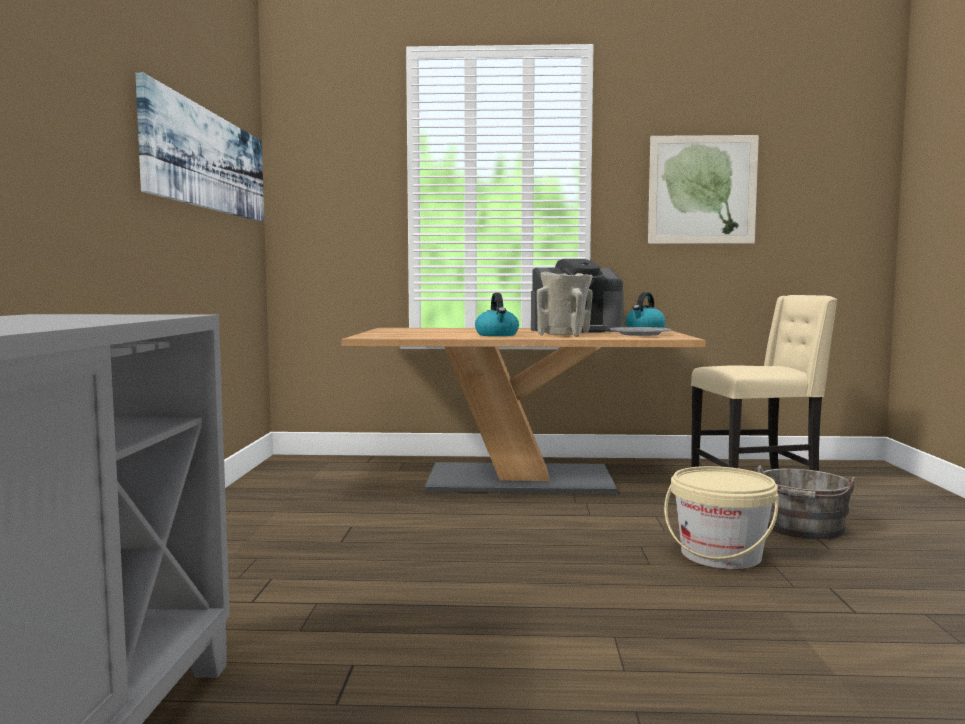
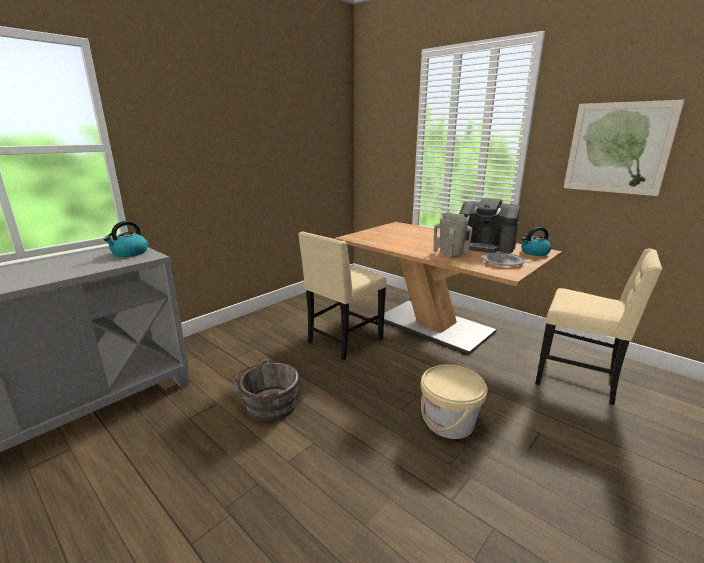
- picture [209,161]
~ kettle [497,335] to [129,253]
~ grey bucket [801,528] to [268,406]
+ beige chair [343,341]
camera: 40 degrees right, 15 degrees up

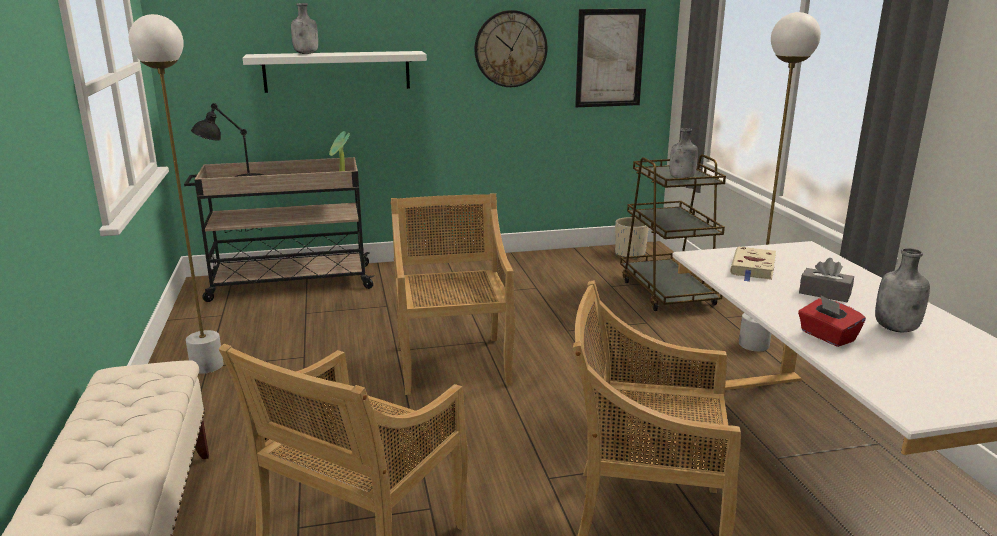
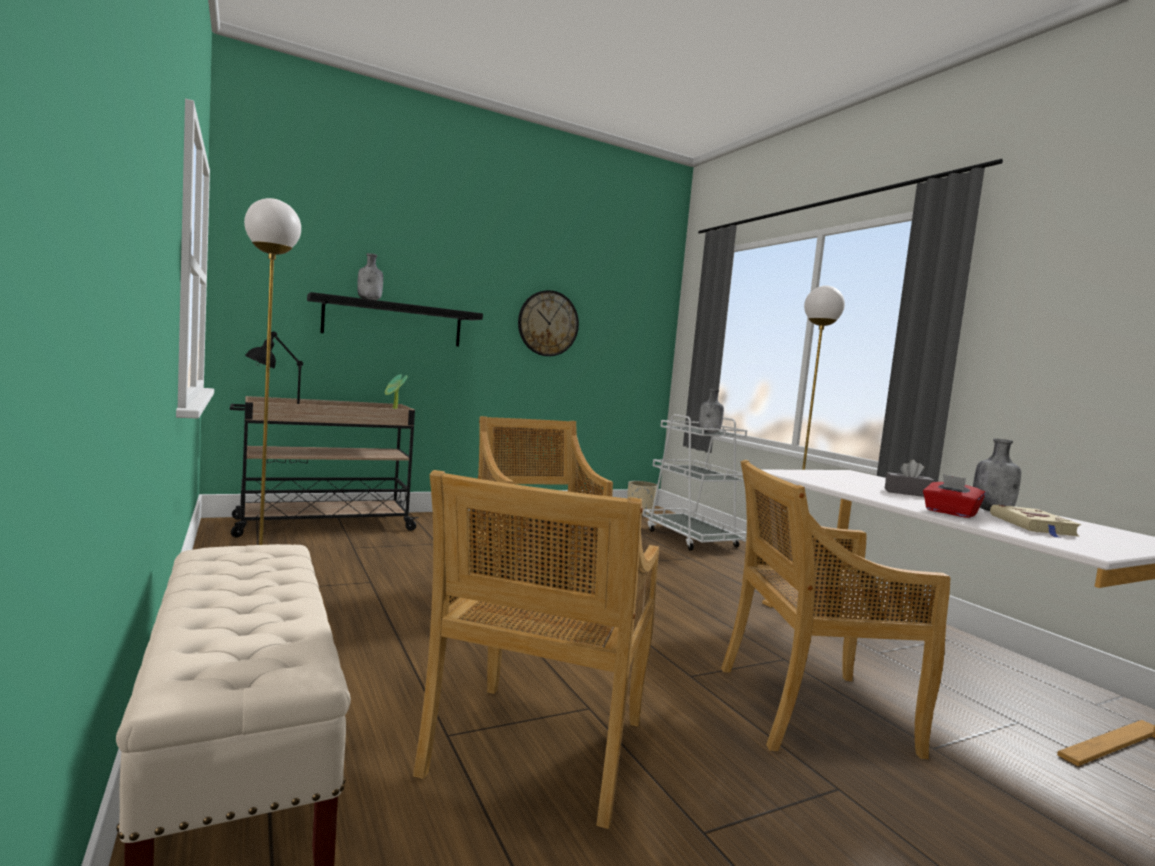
~ white shelf [337,71] to black shelf [393,322]
- picture [609,58]
~ brown cart [667,292] to white cart [691,538]
~ beige book [753,268] to [1034,526]
camera: 15 degrees left, 15 degrees down

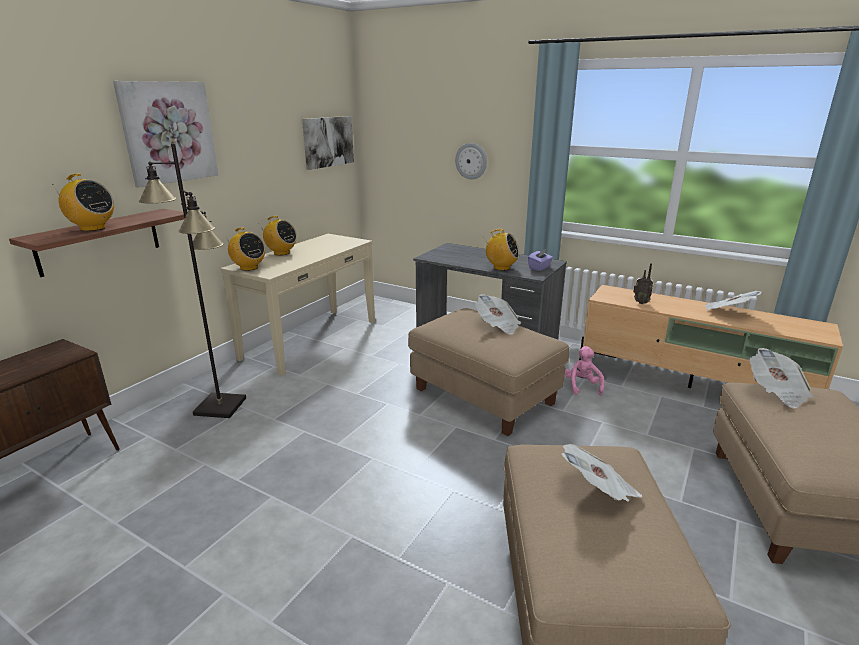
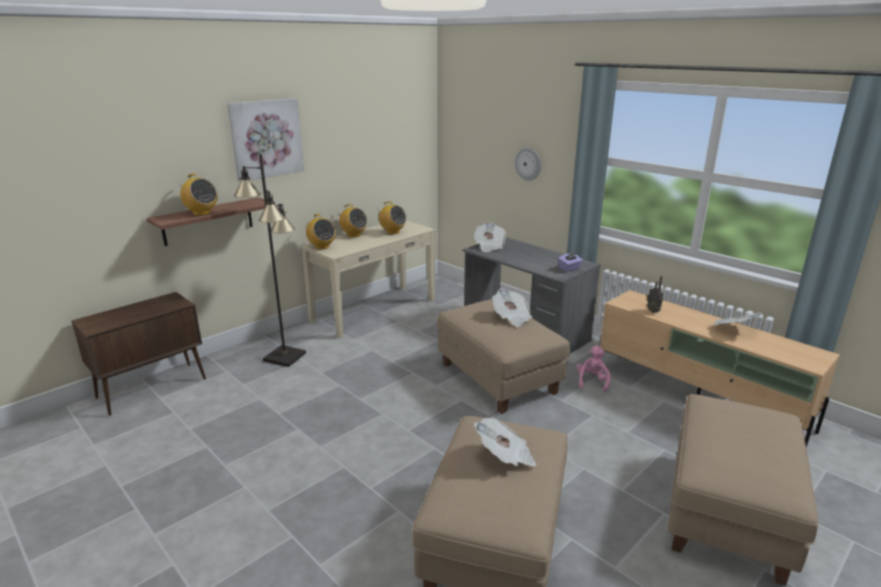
- picture [328,141]
~ radio [501,268] to [392,232]
~ newspaper [776,392] to [489,246]
camera: 15 degrees right, 0 degrees up

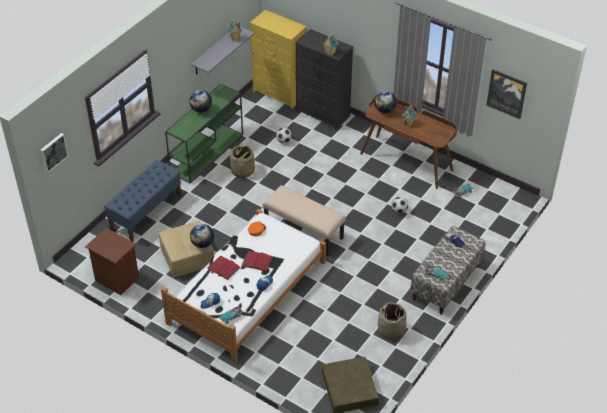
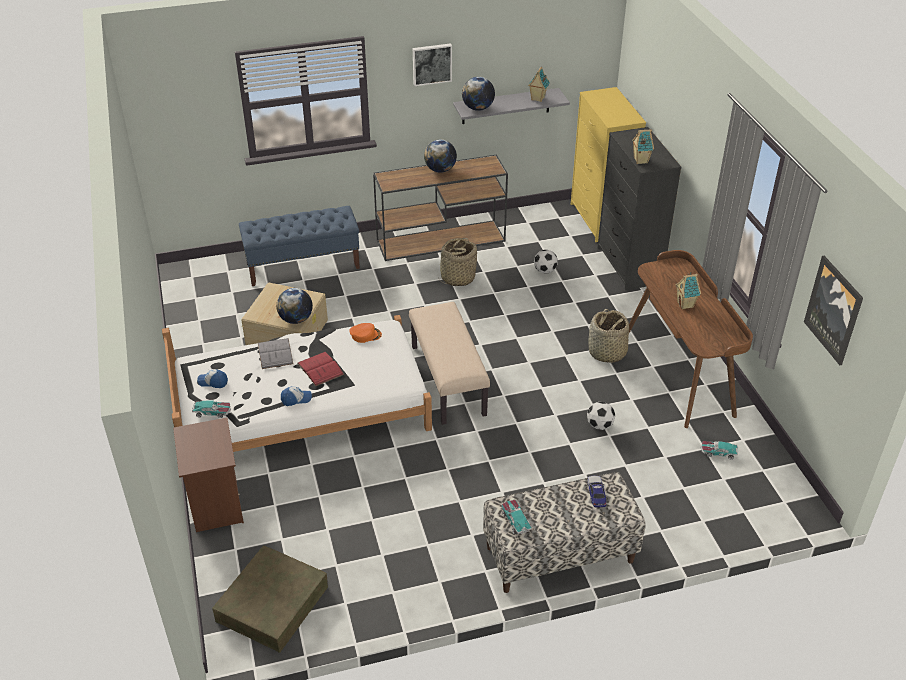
~ picture [53,152] to [431,64]
~ brown nightstand [116,280] to [215,506]
~ green console table [207,153] to brown console table [442,240]
~ red book [223,267] to grey book [275,353]
~ globe [385,110] to [478,108]
~ basket [391,330] to [607,352]
camera: 40 degrees right, 5 degrees down

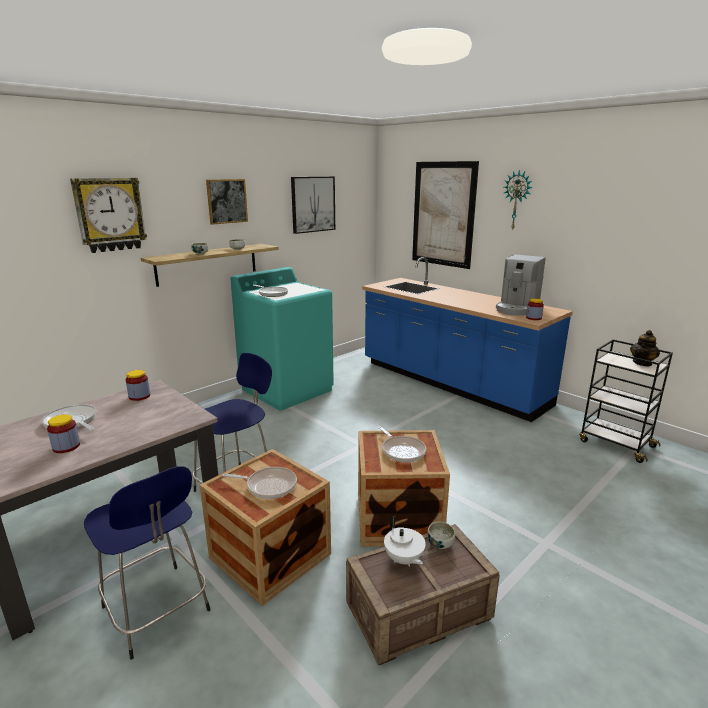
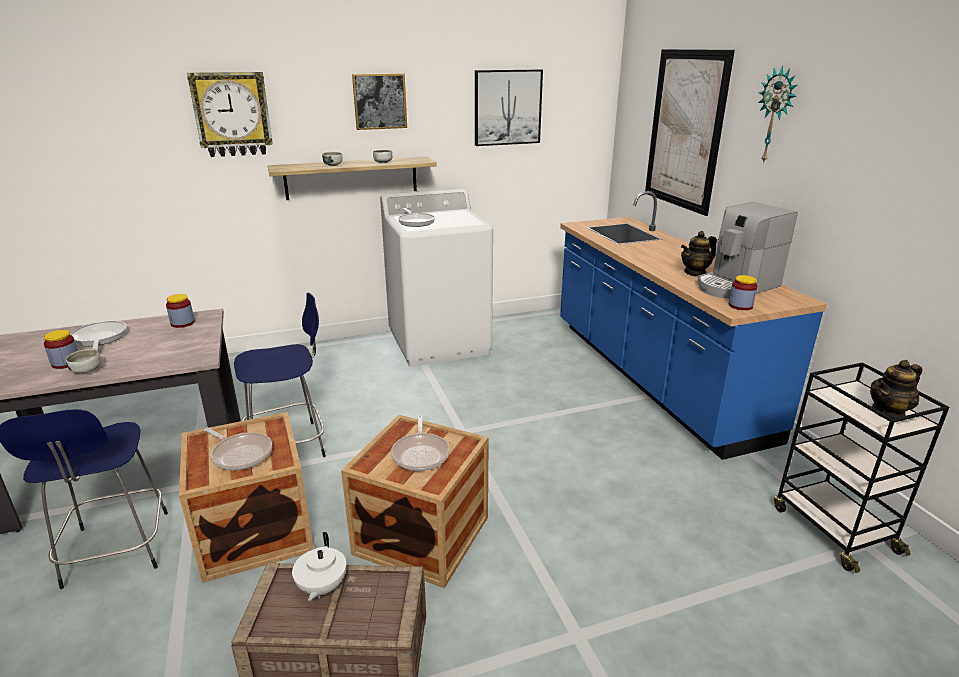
~ turquoise washing machine [287,389] to white washing machine [439,342]
~ bowl [440,543] to [86,370]
+ teapot [695,273]
camera: 25 degrees right, 5 degrees up

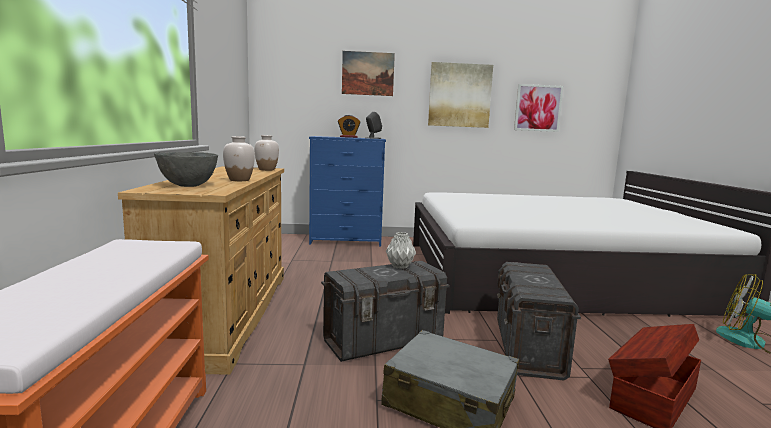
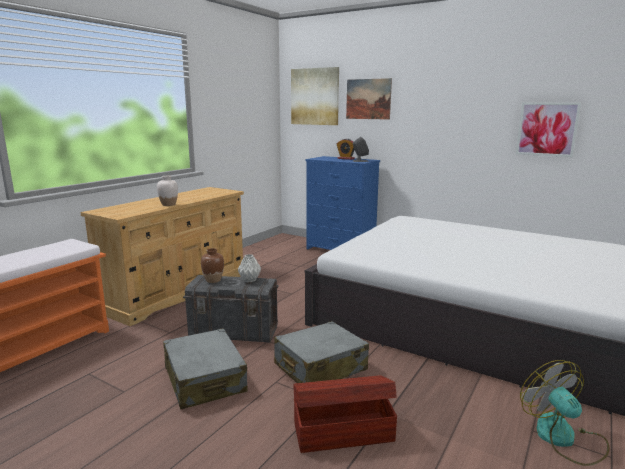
- grey bowl [188,186]
- white vase [267,170]
~ picture [459,95] to [315,96]
~ grey storage box [528,348] to grey suitcase [320,367]
+ brown vase [213,280]
camera: 35 degrees right, 5 degrees up

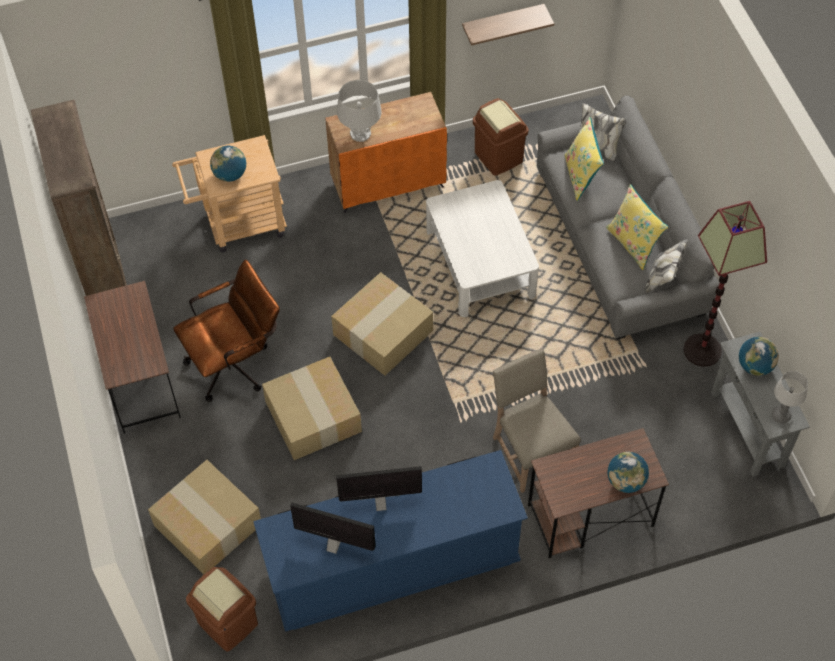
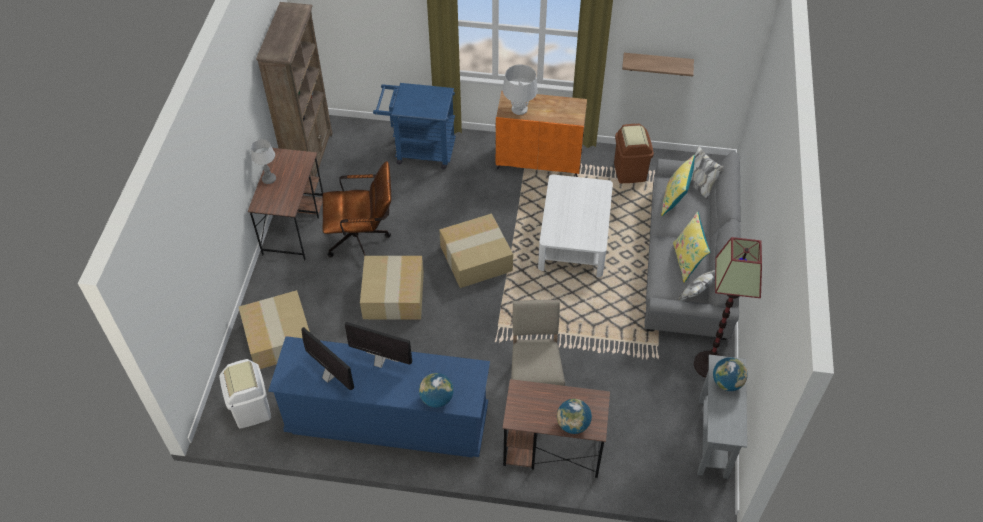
~ beige cart [238,225] to blue cart [419,150]
~ brown trash can [228,622] to white trash can [252,409]
~ globe [230,175] to [436,399]
~ table lamp [780,415] to [269,179]
camera: 25 degrees right, 5 degrees down

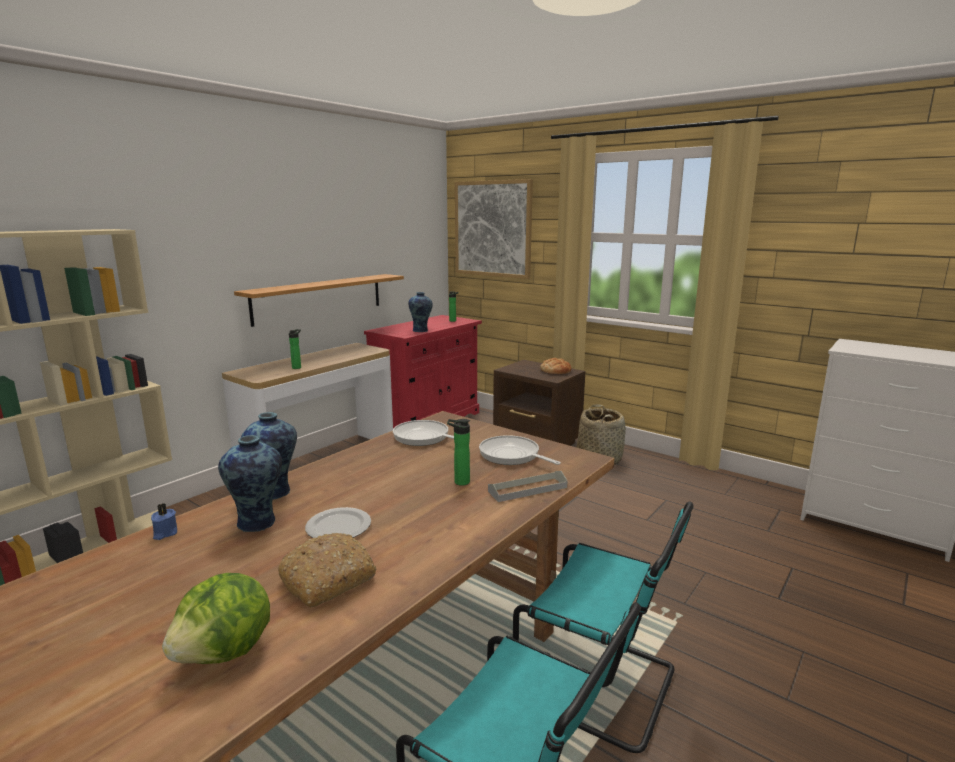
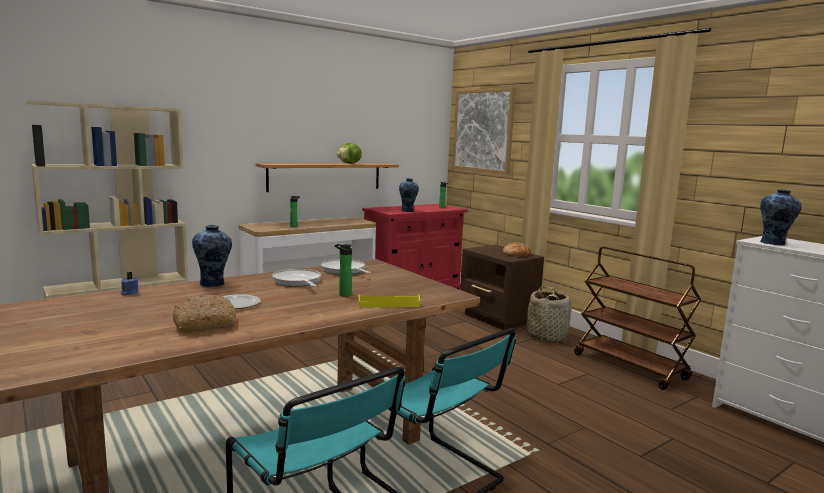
~ lettuce [226,652] to [349,163]
~ vase [257,523] to [774,243]
~ frying pan [512,455] to [297,282]
~ grey tray [527,489] to yellow tray [388,304]
+ brown cart [630,367]
camera: 15 degrees right, 5 degrees down

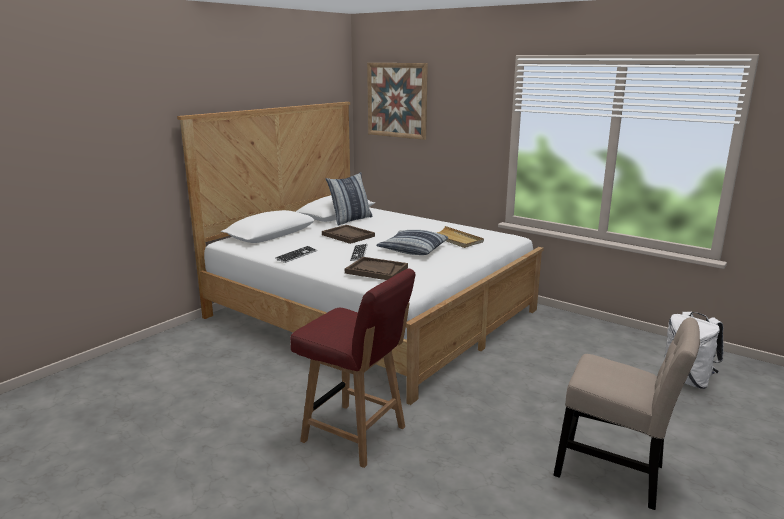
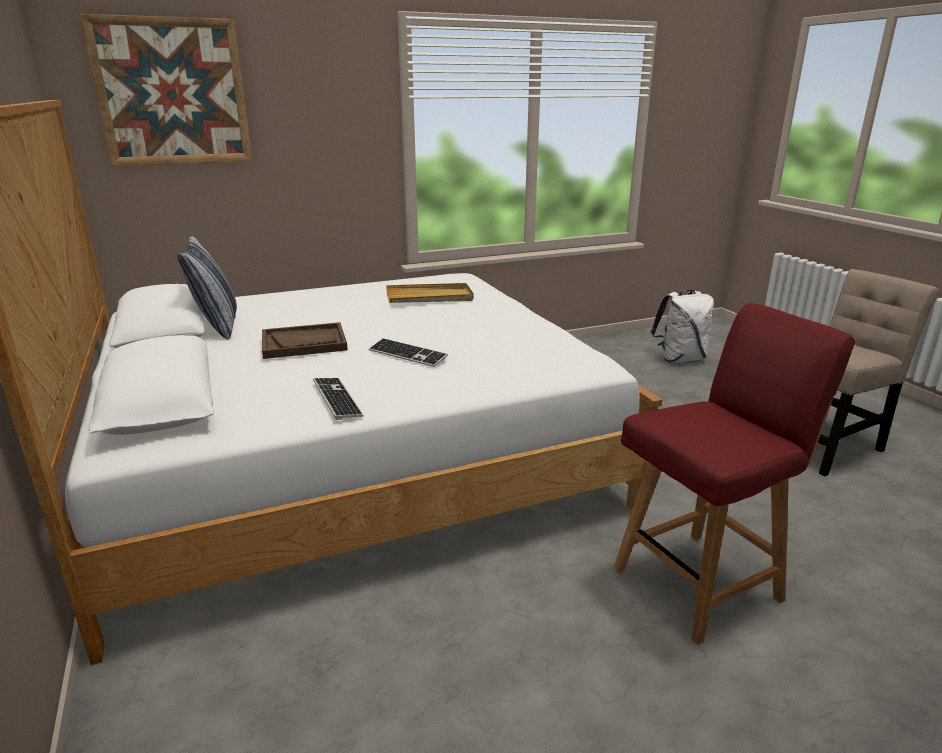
- brown tray [376,270]
- pillow [412,249]
camera: 60 degrees left, 5 degrees up

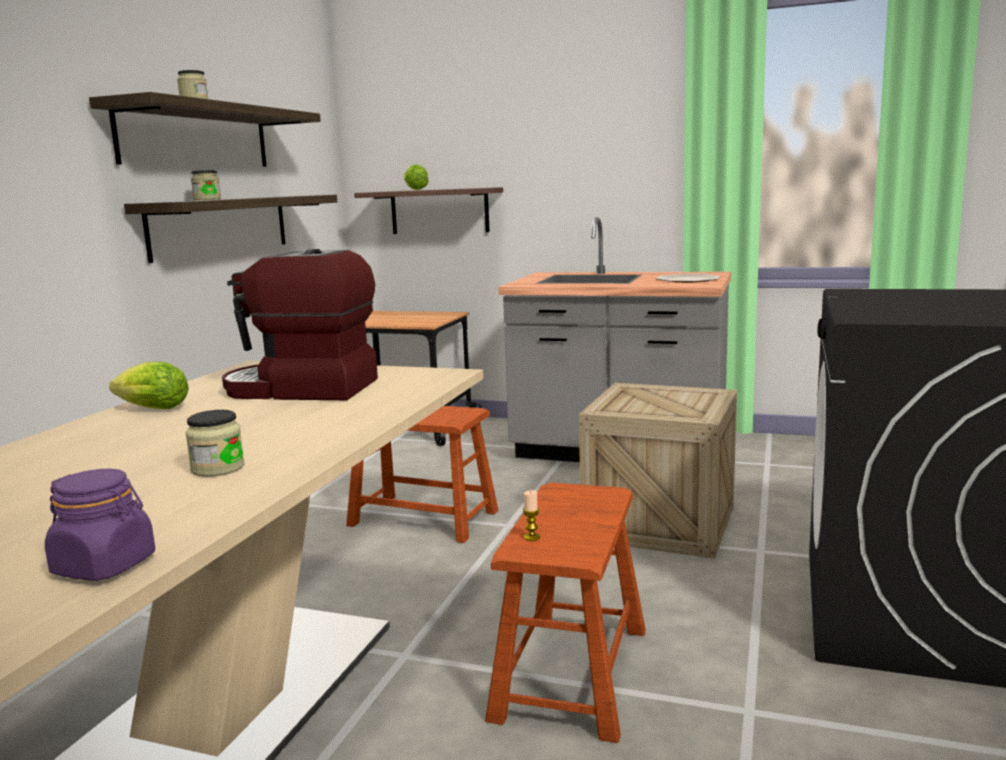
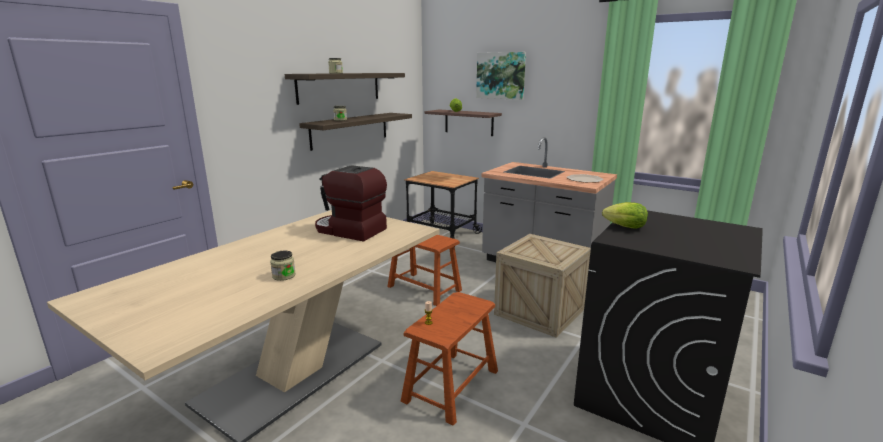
- purple jar [105,566]
~ lettuce [150,409] to [622,227]
+ picture [501,75]
camera: 15 degrees right, 5 degrees up

